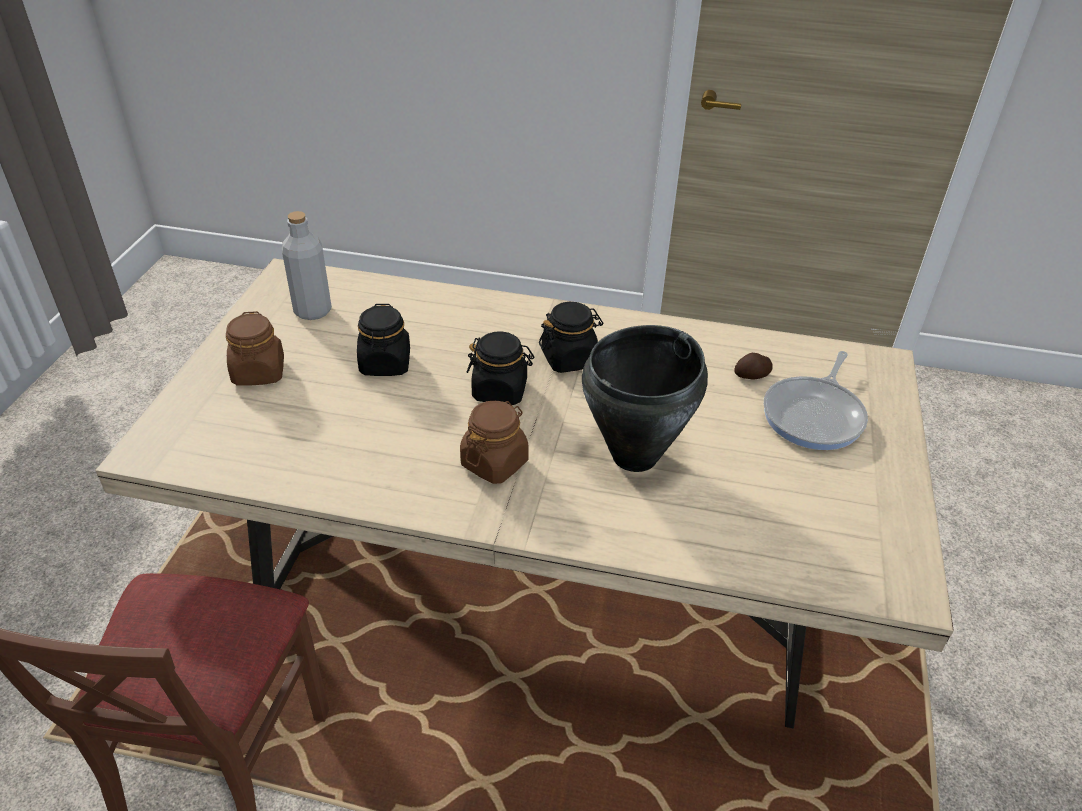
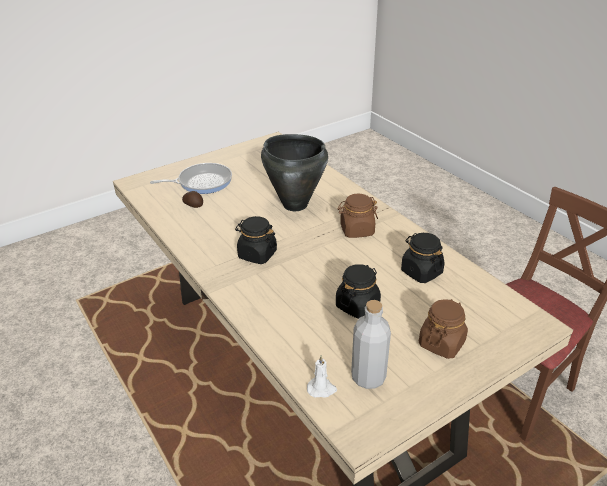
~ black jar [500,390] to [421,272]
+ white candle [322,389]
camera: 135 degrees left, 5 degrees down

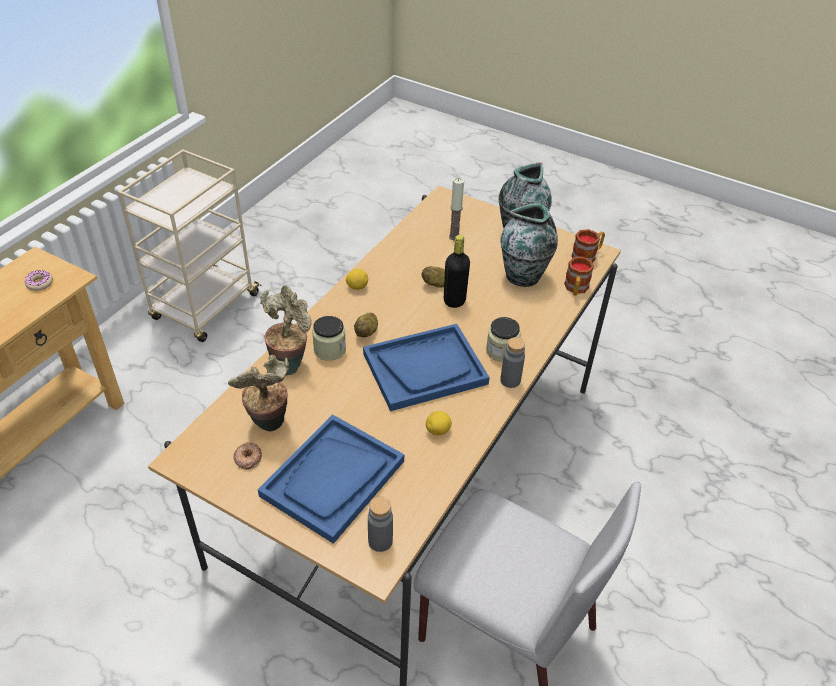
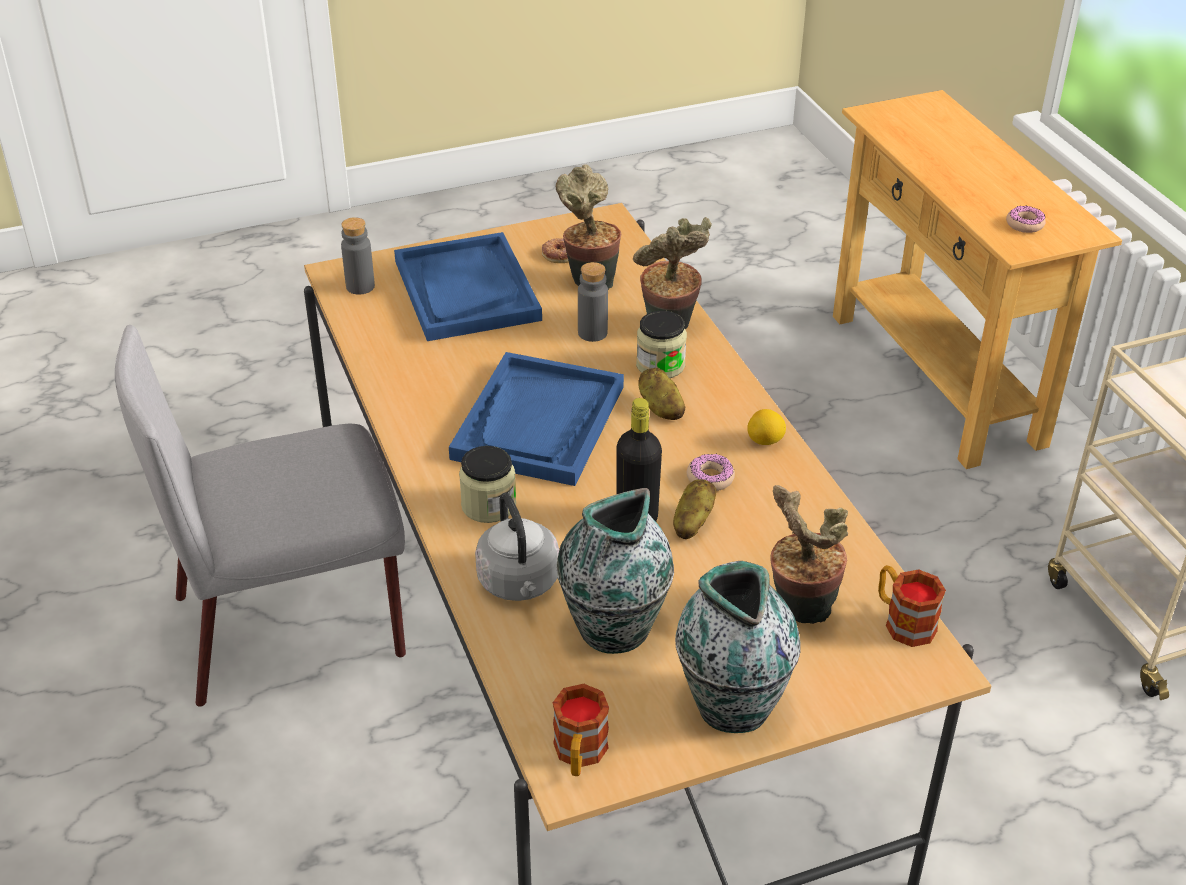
- lemon [438,431]
~ candle [454,236] to potted plant [799,610]
~ grey bottle [510,380] to [592,333]
~ mug [575,289] to [903,621]
+ grey kettle [520,584]
+ donut [710,478]
camera: 130 degrees right, 5 degrees down

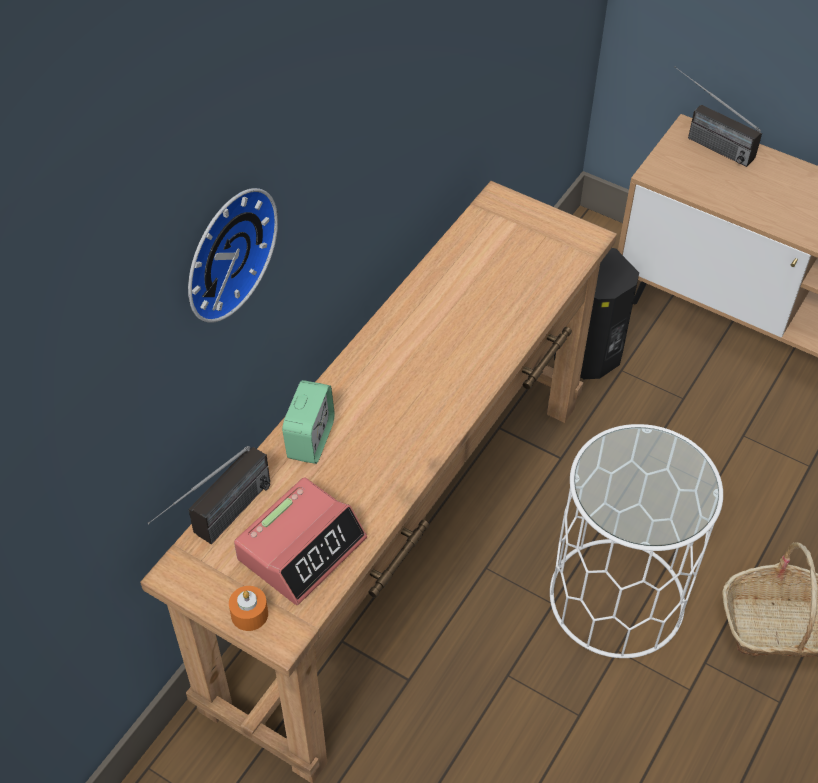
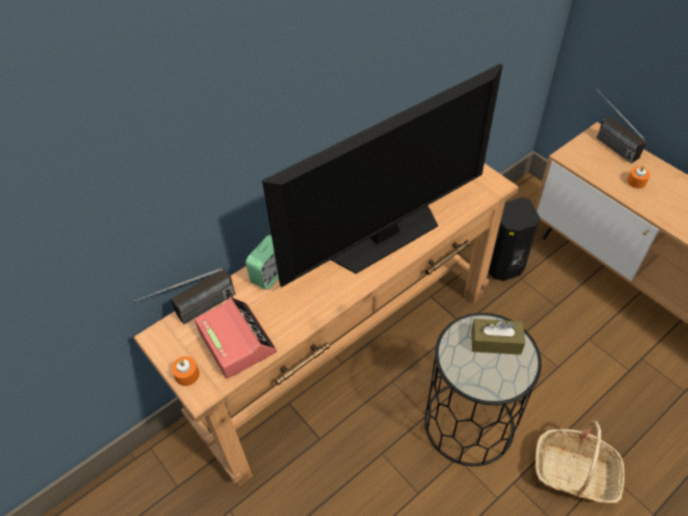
- wall clock [224,251]
~ alarm clock [302,548] = [236,341] 90 degrees counterclockwise
~ white side table [617,597] to black side table [469,423]
+ television [384,235]
+ brown tissue box [495,342]
+ orange candle [636,182]
camera: 20 degrees right, 0 degrees up

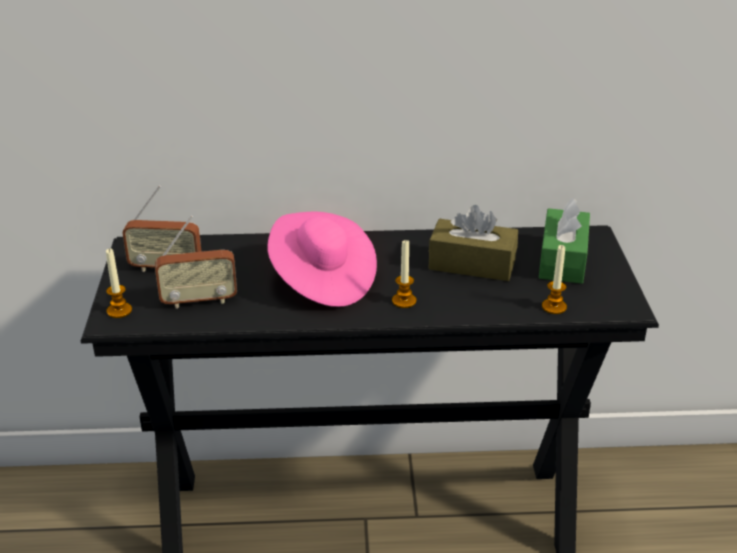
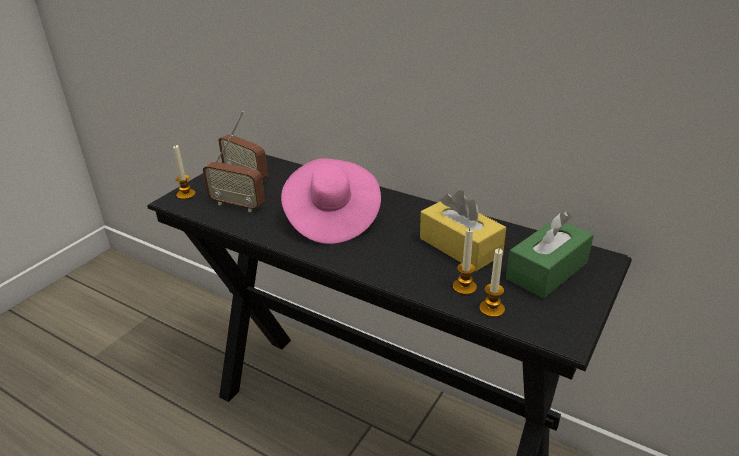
~ candle [404,301] to [464,287]
~ brown tissue box [472,264] to yellow tissue box [460,246]
camera: 35 degrees right, 0 degrees up

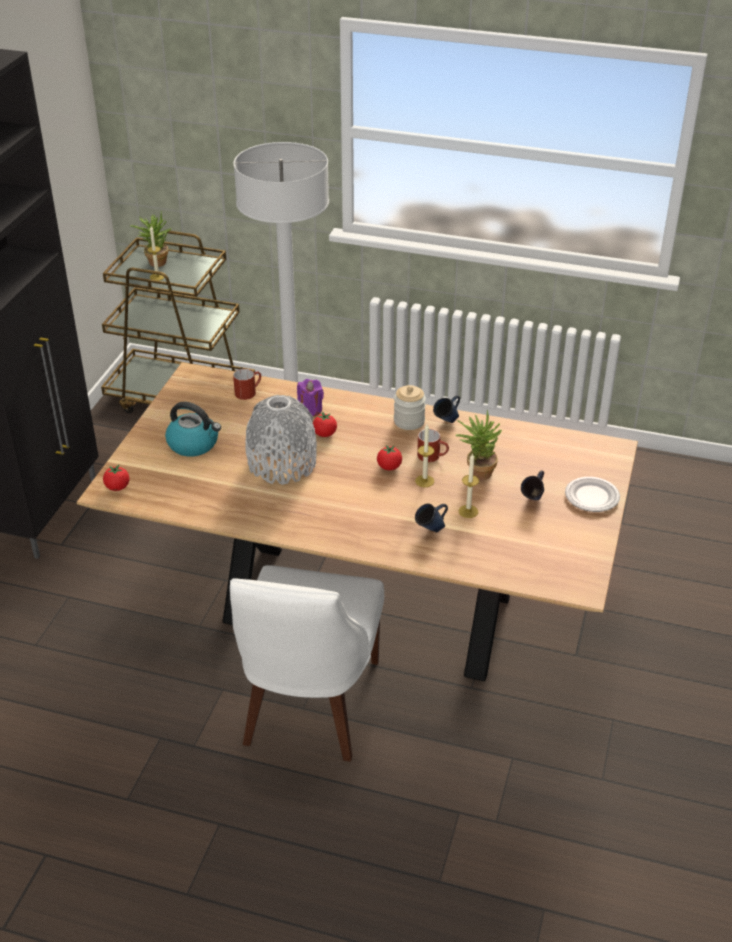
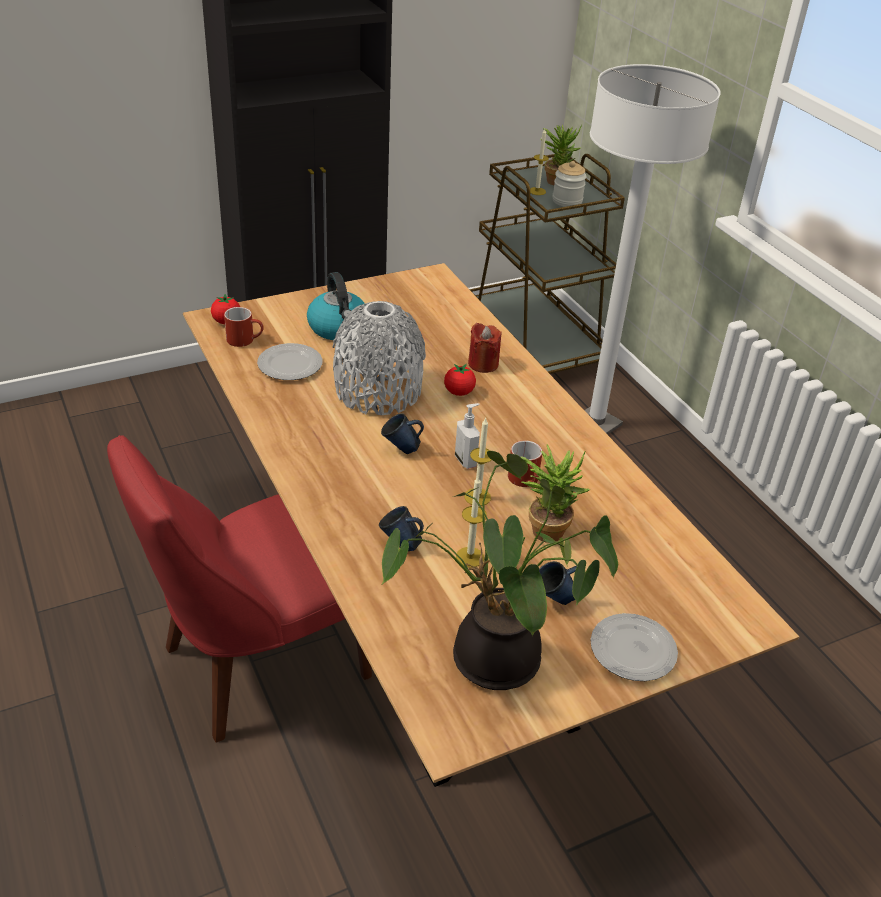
~ white chair [309,707] to red chair [257,664]
~ red mug [248,392] to [245,340]
~ purple candle [310,409] to red candle [483,364]
~ tomato [389,467] to soap dispenser [466,460]
~ jar [409,421] to [567,201]
~ blue mug [447,423] to [401,450]
+ plate [289,365]
+ potted plant [489,664]
camera: 45 degrees right, 0 degrees up

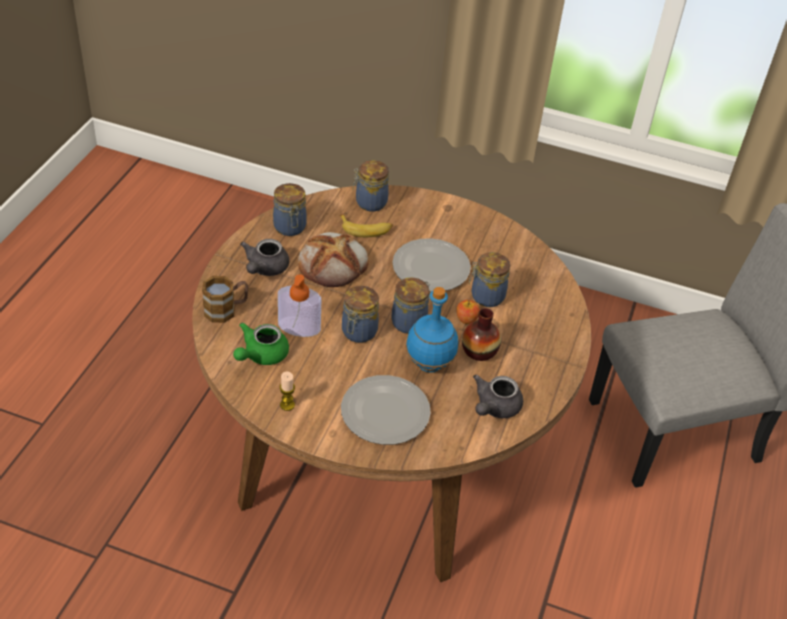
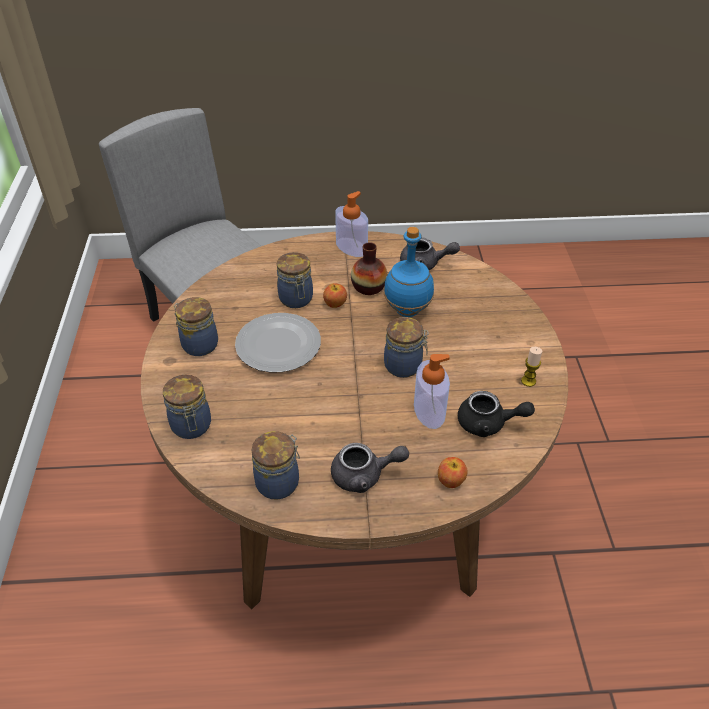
~ mug [226,310] to apple [451,480]
~ green teapot [261,355] to black teapot [488,424]
- bread [333,264]
- banana [366,229]
- plate [384,411]
~ jar [410,322] to [198,344]
+ soap dispenser [351,247]
camera: 110 degrees left, 0 degrees up

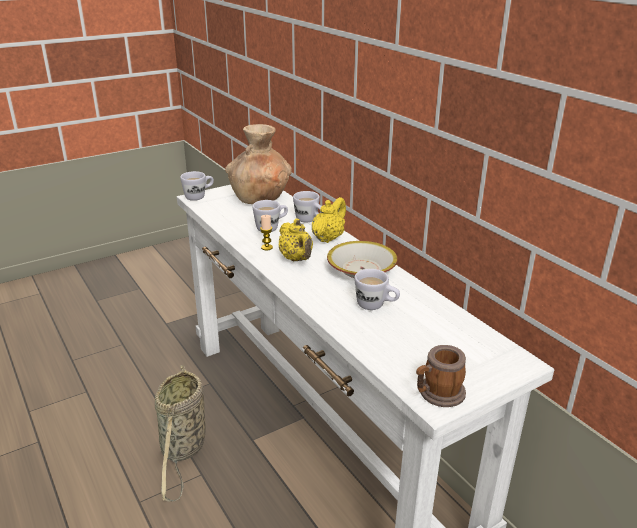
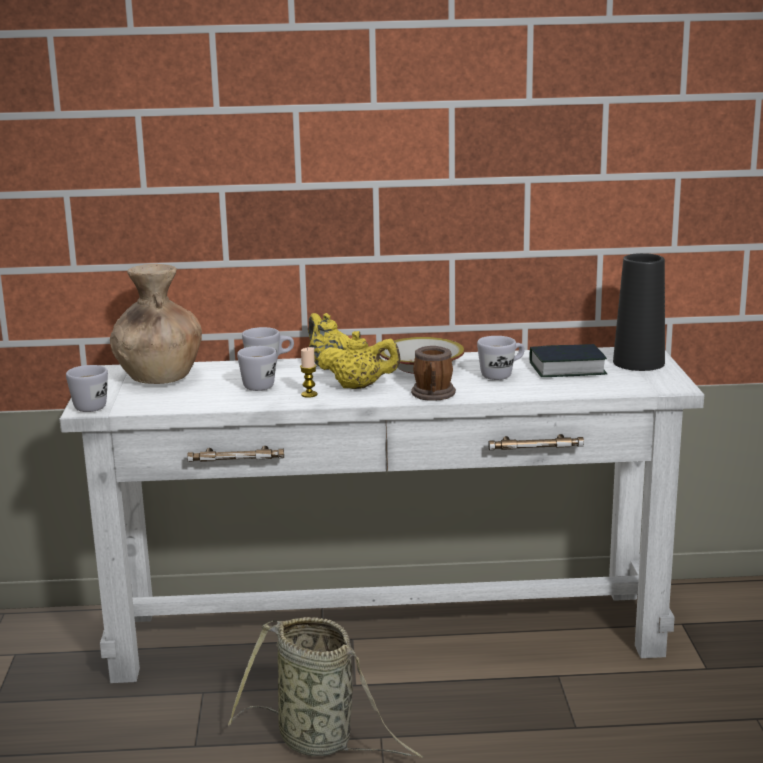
~ mug [437,394] to [433,395]
+ book [567,369]
+ black vase [638,362]
camera: 60 degrees left, 10 degrees down

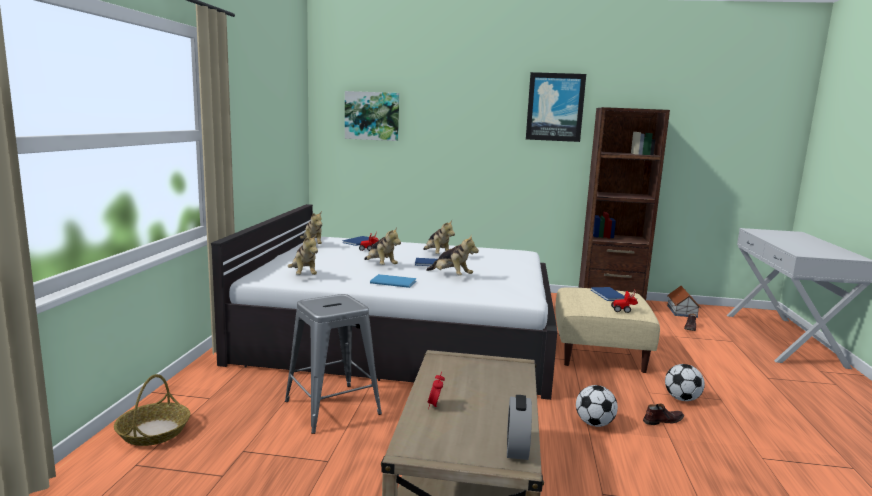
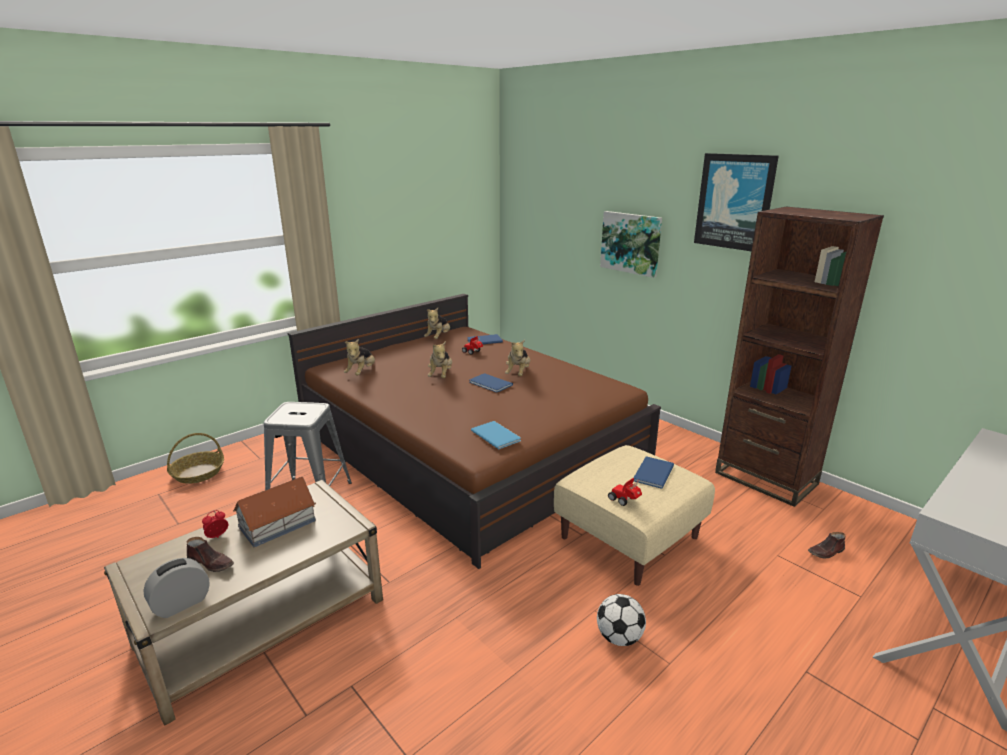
~ white bed [402,334] to brown bed [469,445]
~ picture [372,116] to [631,243]
~ blue book [392,281] to [496,435]
- plush toy [451,276]
- football [594,424]
~ brown shoe [662,421] to [211,563]
~ toy house [681,311] to [276,524]
camera: 40 degrees right, 10 degrees up

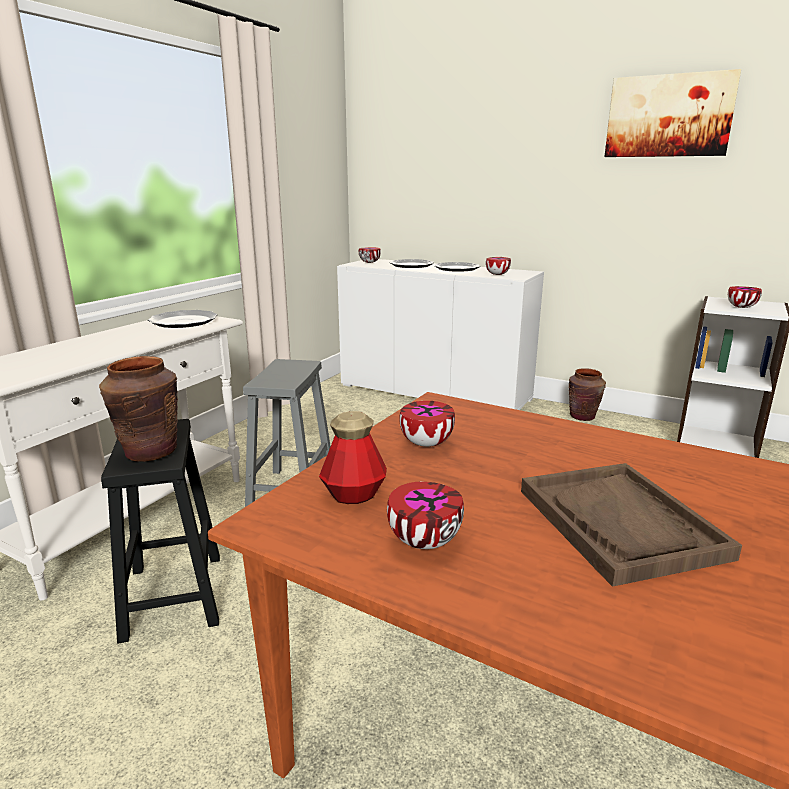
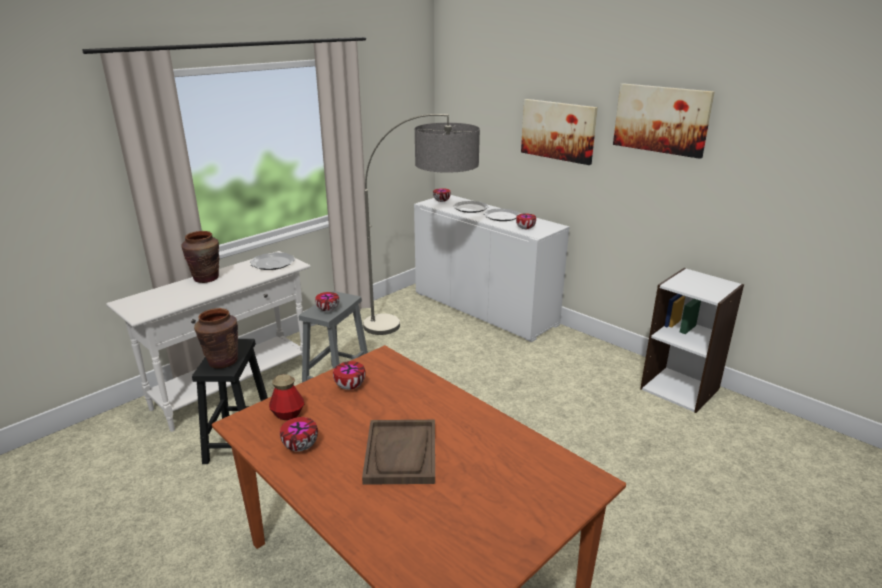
~ brown vase [582,416] to [206,278]
~ bowl [740,307] to [328,309]
+ floor lamp [424,331]
+ picture [558,130]
camera: 15 degrees right, 5 degrees up

